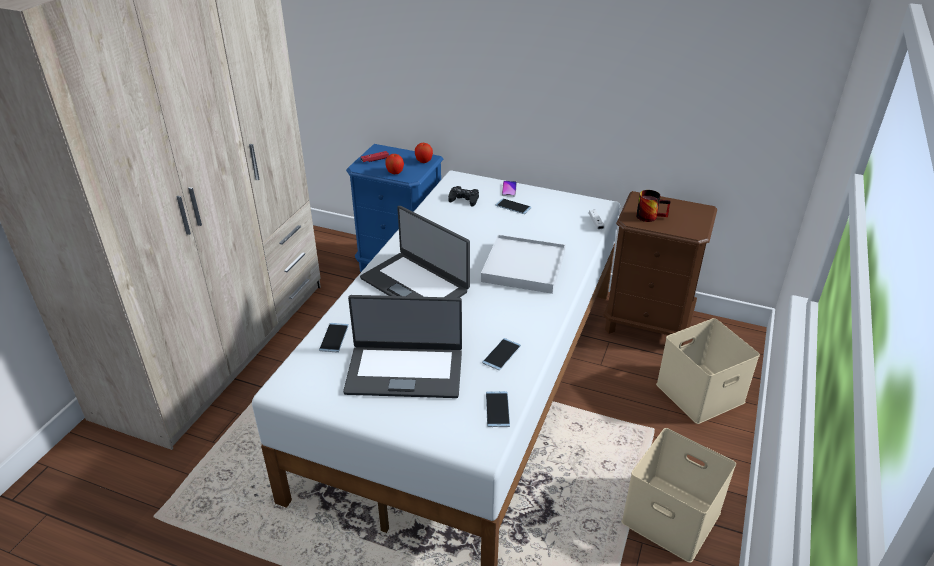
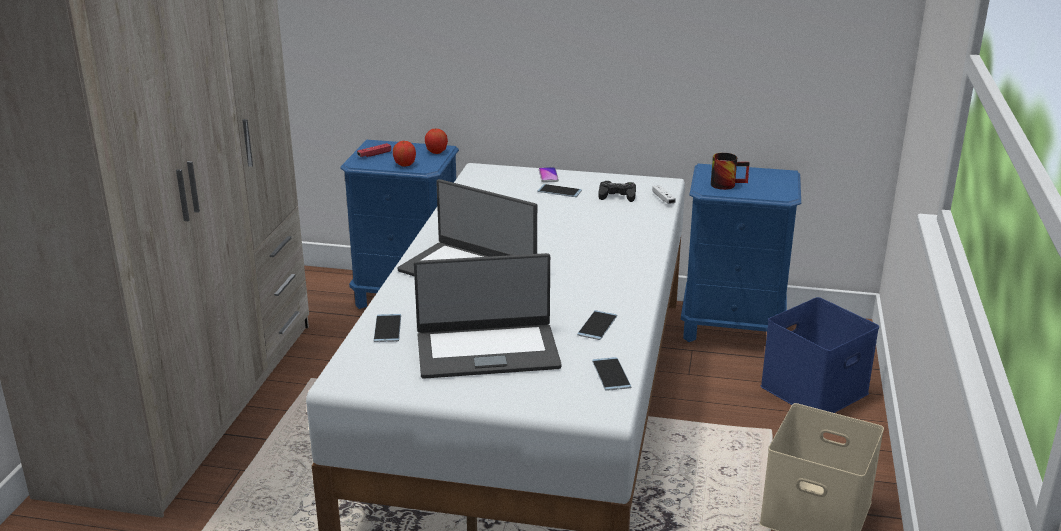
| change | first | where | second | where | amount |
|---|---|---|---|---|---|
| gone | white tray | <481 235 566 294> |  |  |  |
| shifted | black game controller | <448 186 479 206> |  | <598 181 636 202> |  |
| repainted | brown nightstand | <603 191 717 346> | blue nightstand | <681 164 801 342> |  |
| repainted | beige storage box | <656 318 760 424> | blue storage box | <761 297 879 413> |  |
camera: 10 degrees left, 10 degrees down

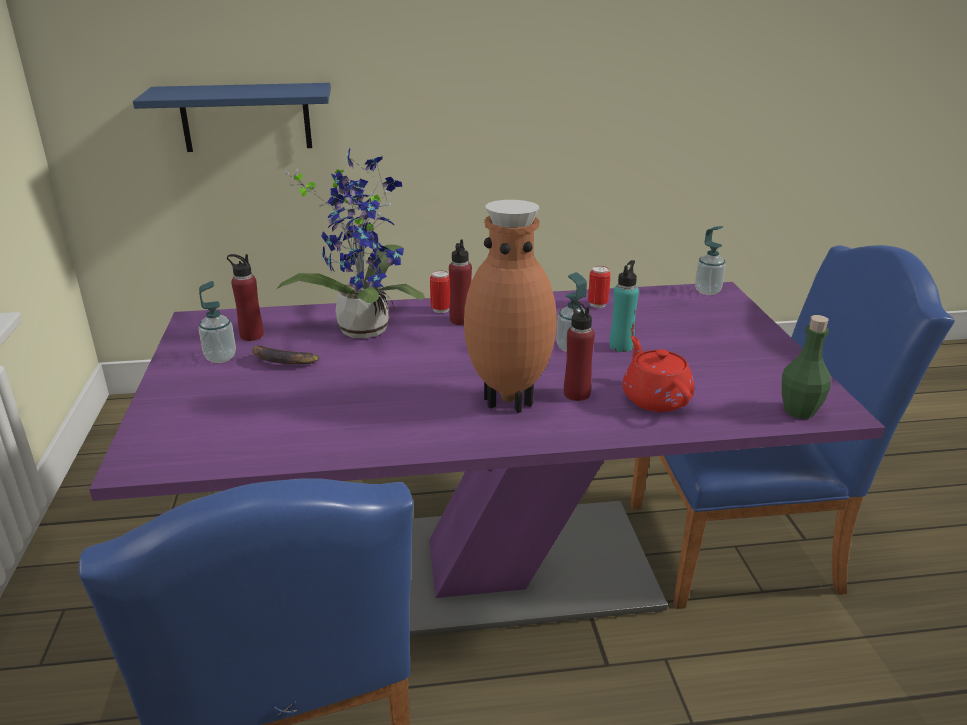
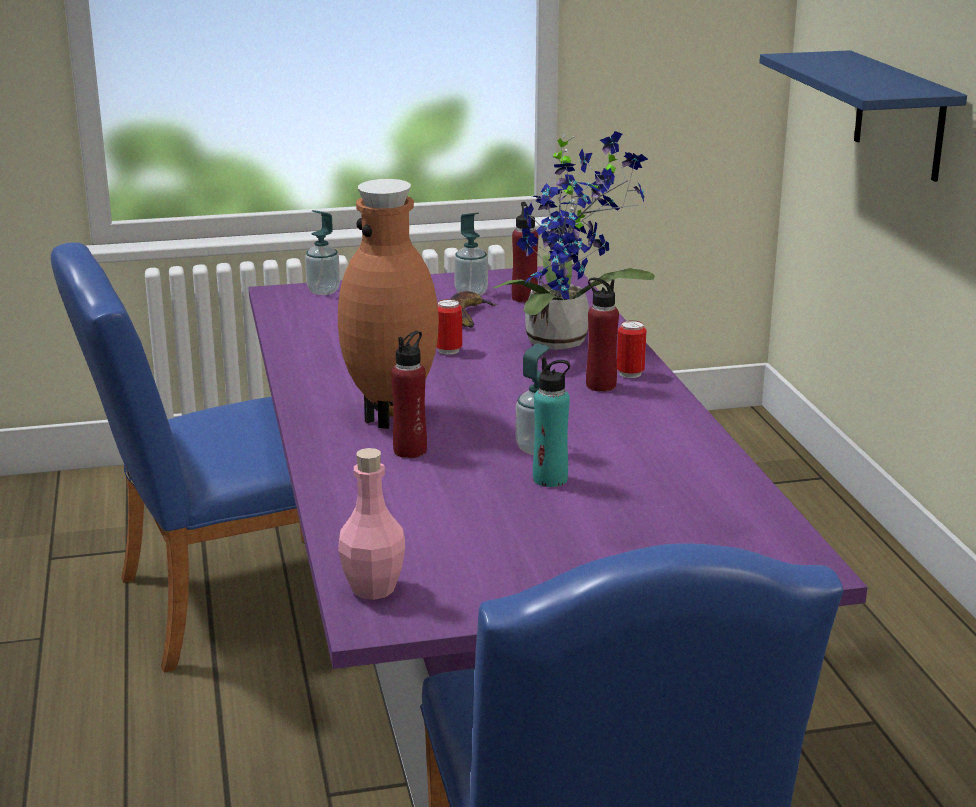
| change | first | where | second | where | amount |
|---|---|---|---|---|---|
| gone | red teapot | <622 336 694 412> |  |  |  |
| shifted | can | <588 266 611 308> |  | <437 299 462 355> |  |
| shifted | soap dispenser | <695 226 726 295> |  | <305 210 340 295> |  |
| repainted | green bottle | <782 315 831 419> | pink bottle | <338 448 405 600> |  |
camera: 85 degrees right, 5 degrees down

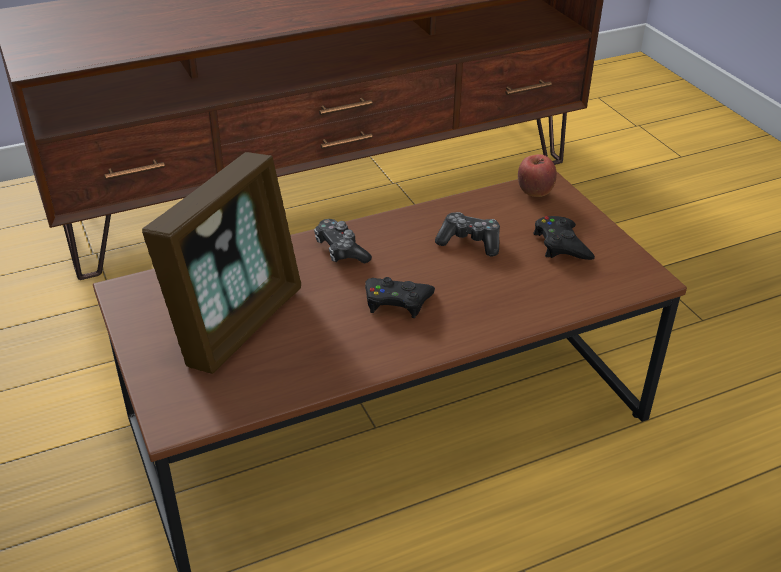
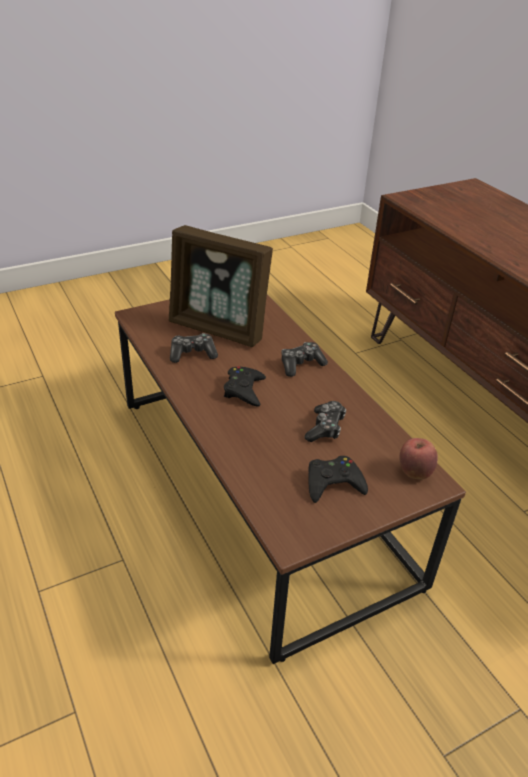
| change | first | where | second | where | amount |
|---|---|---|---|---|---|
| new |  |  | game controller | <170 333 218 363> |  |
camera: 85 degrees right, 0 degrees up

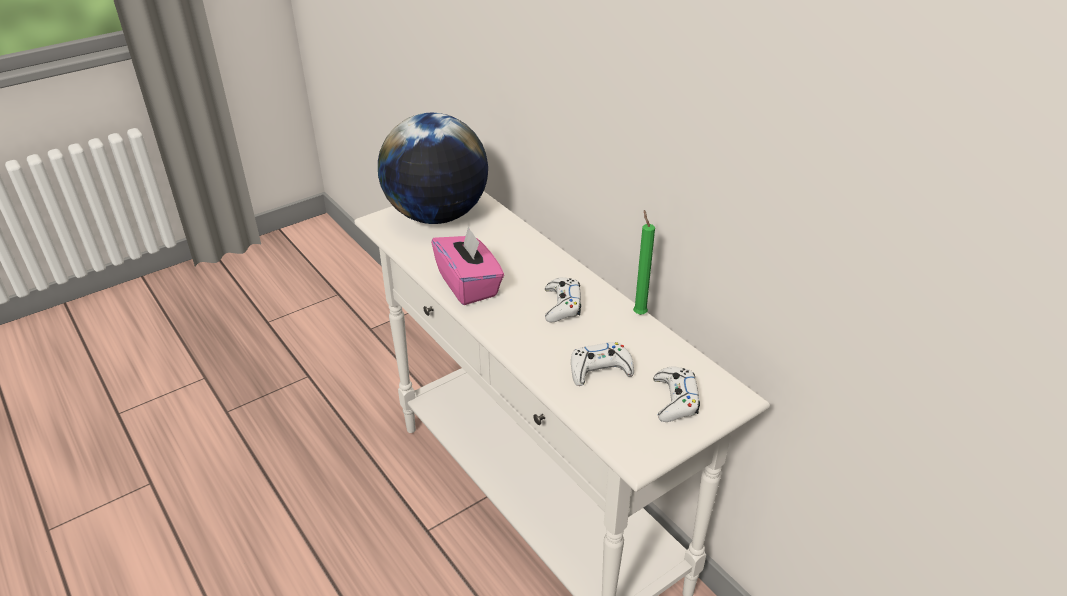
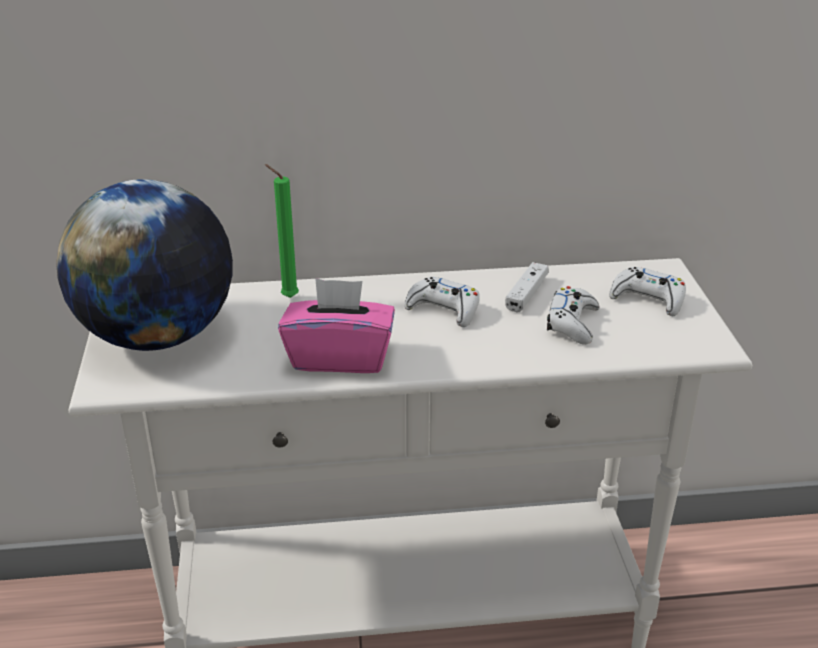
| change | first | where | second | where | amount |
|---|---|---|---|---|---|
| new |  |  | white game controller | <505 262 549 312> |  |
| shifted | green candle | <633 210 655 315> |  | <265 164 299 298> |  |
camera: 60 degrees left, 5 degrees down

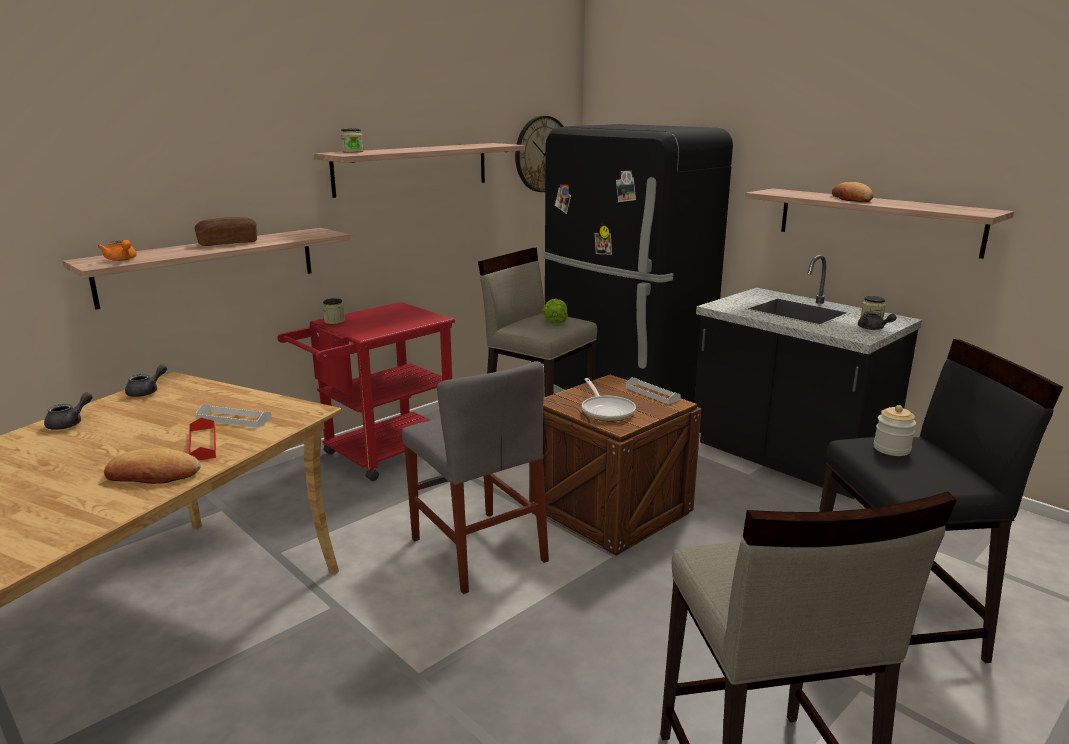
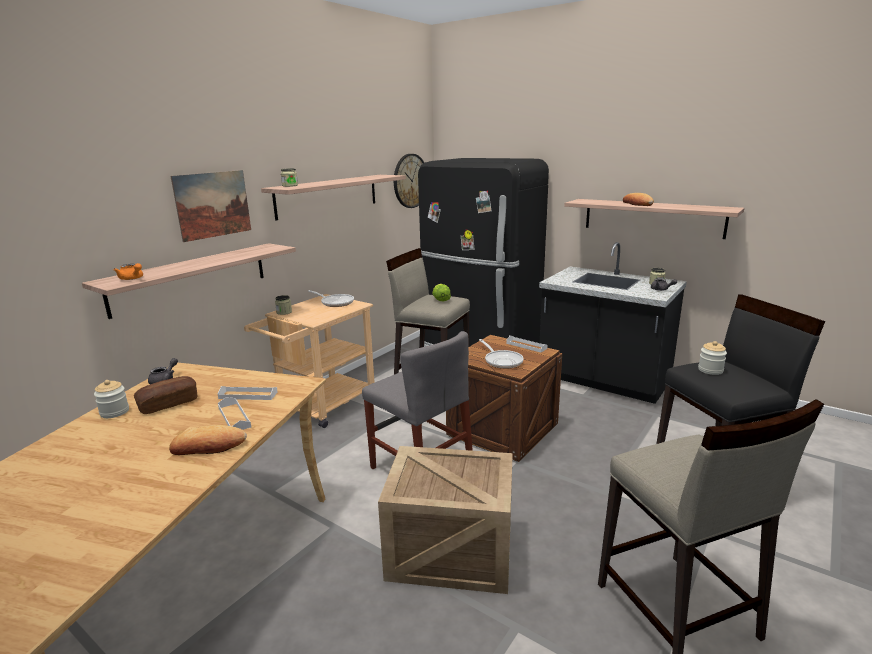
| change | first | where | second | where | amount |
|---|---|---|---|---|---|
| new |  |  | picture | <171 170 251 242> |  |
| new |  |  | frying pan | <308 290 354 307> |  |
| new |  |  | crate | <378 446 513 594> |  |
| shifted | bread | <194 217 257 246> |  | <134 376 198 414> |  |
| swapped | grey teapot | <44 392 93 430> | jar | <94 380 129 418> |  |
| repainted | red tray | <188 418 216 460> | white tray | <218 397 251 430> |  |
| repainted | red cart | <277 302 455 481> | beige cart | <244 294 375 428> |  |
camera: 10 degrees left, 0 degrees up

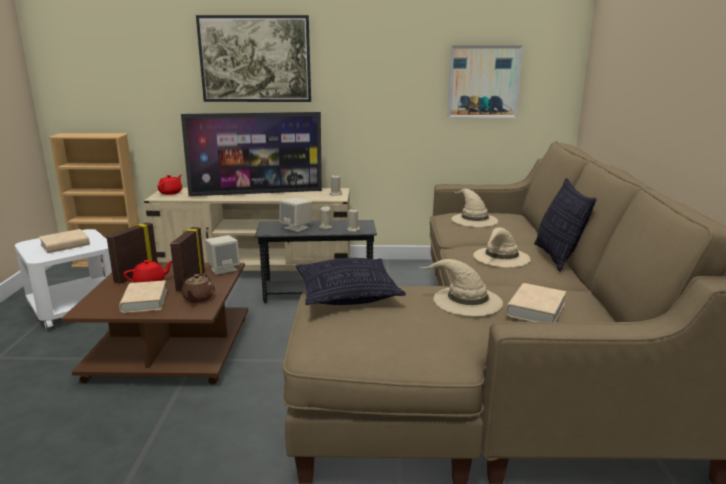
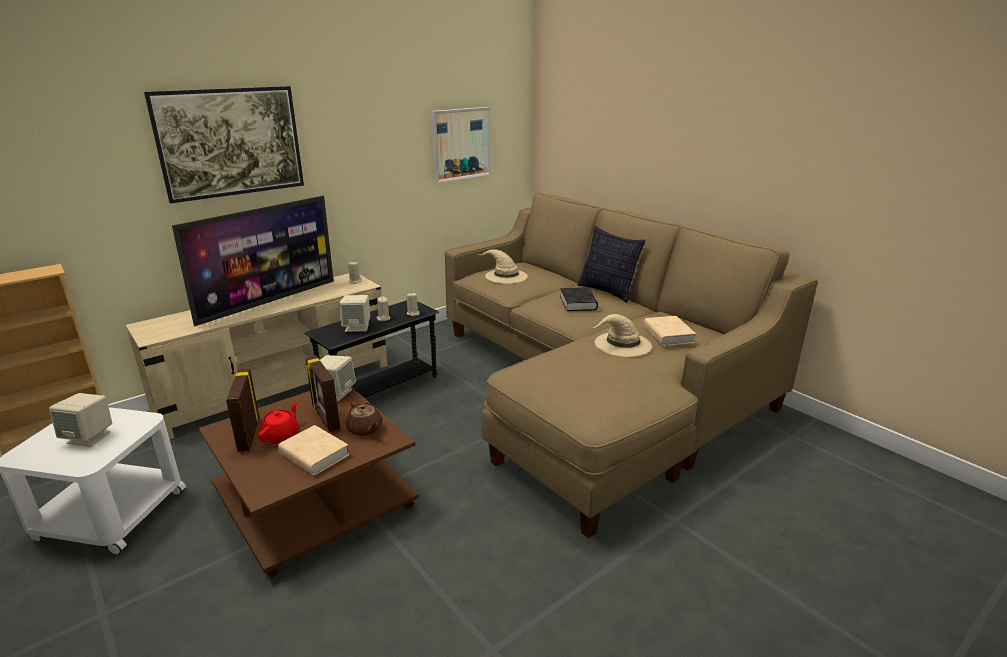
| change | first | where | second | where | amount |
|---|---|---|---|---|---|
| gone | red teapot | <157 175 182 195> |  |  |  |
| gone | pillow | <296 258 406 305> |  |  |  |
| swapped | beige book | <39 229 90 253> | beige speaker | <49 393 112 447> |  |
| swapped | beige hat | <473 228 531 267> | black book | <560 287 598 311> |  |
camera: 40 degrees left, 5 degrees up

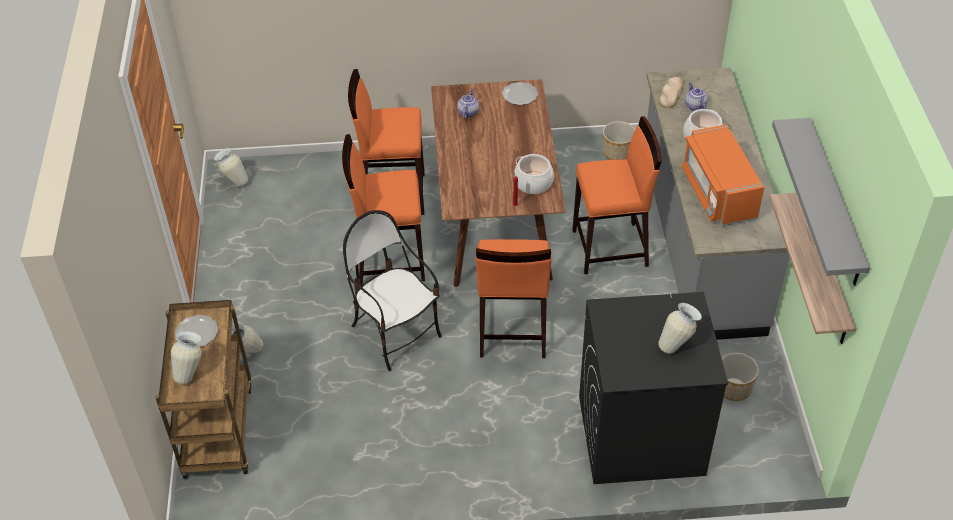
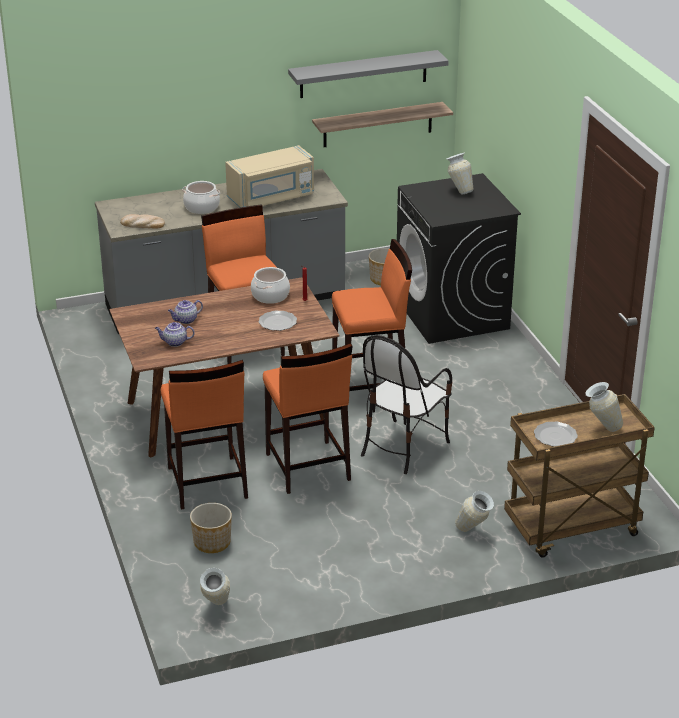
| change | first | where | second | where | amount |
|---|---|---|---|---|---|
| shifted | plate | <502 82 538 105> |  | <259 311 297 331> |  |
| shifted | planter | <603 121 635 160> |  | <190 503 232 553> |  |
| shifted | teapot | <685 83 708 111> |  | <168 300 203 324> |  |
| repainted | orange microwave | <681 124 764 226> | beige microwave | <225 145 314 208> |  |
camera: 105 degrees left, 15 degrees down

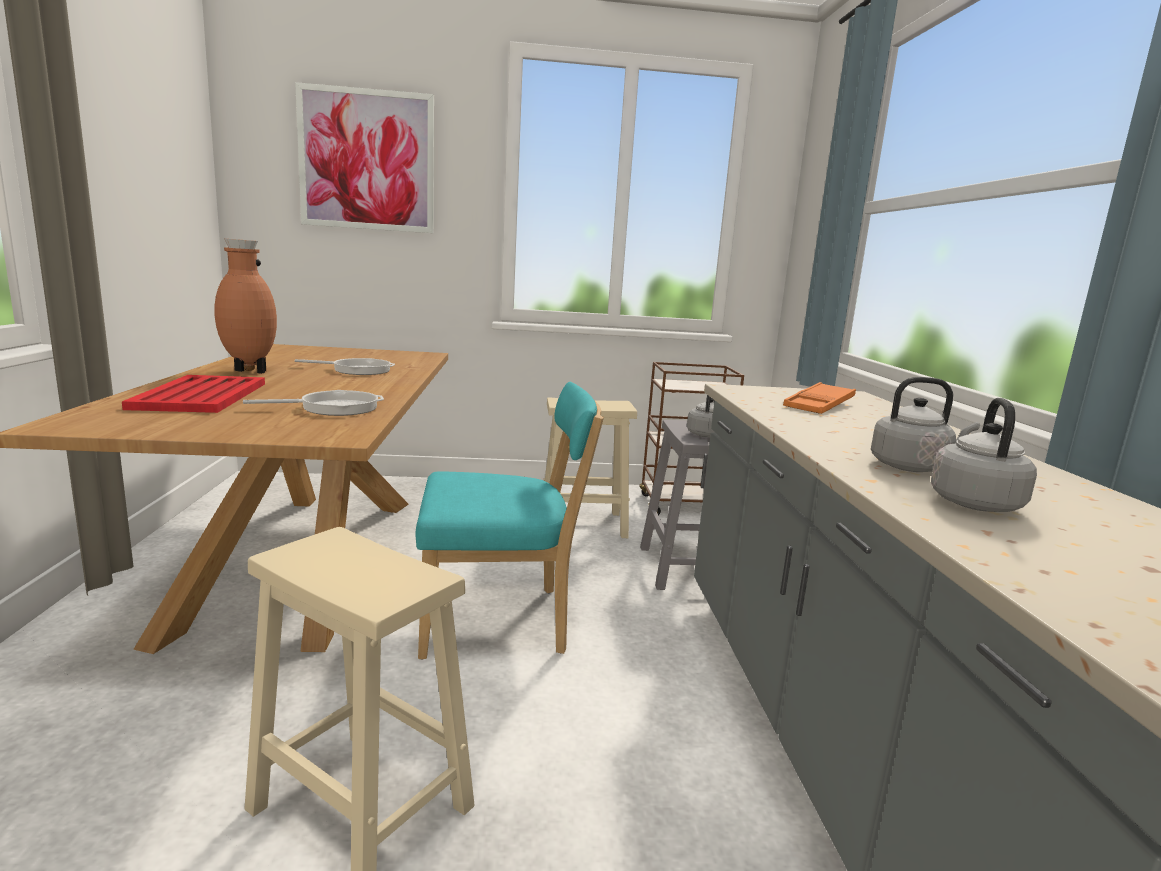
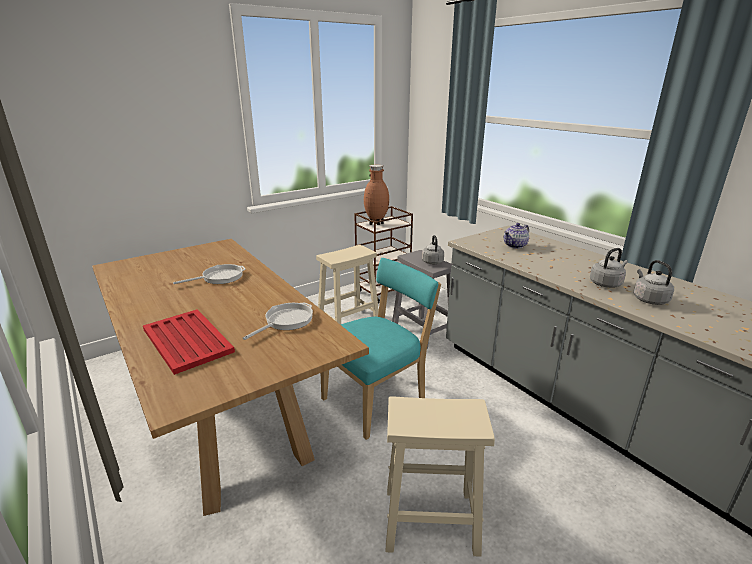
| change | first | where | second | where | amount |
|---|---|---|---|---|---|
| gone | picture | <295 82 434 233> |  |  |  |
| shifted | brown vase | <214 239 277 374> |  | <364 165 389 225> |  |
| swapped | orange tray | <783 382 856 414> | teapot | <504 223 529 249> |  |
camera: 30 degrees left, 10 degrees up

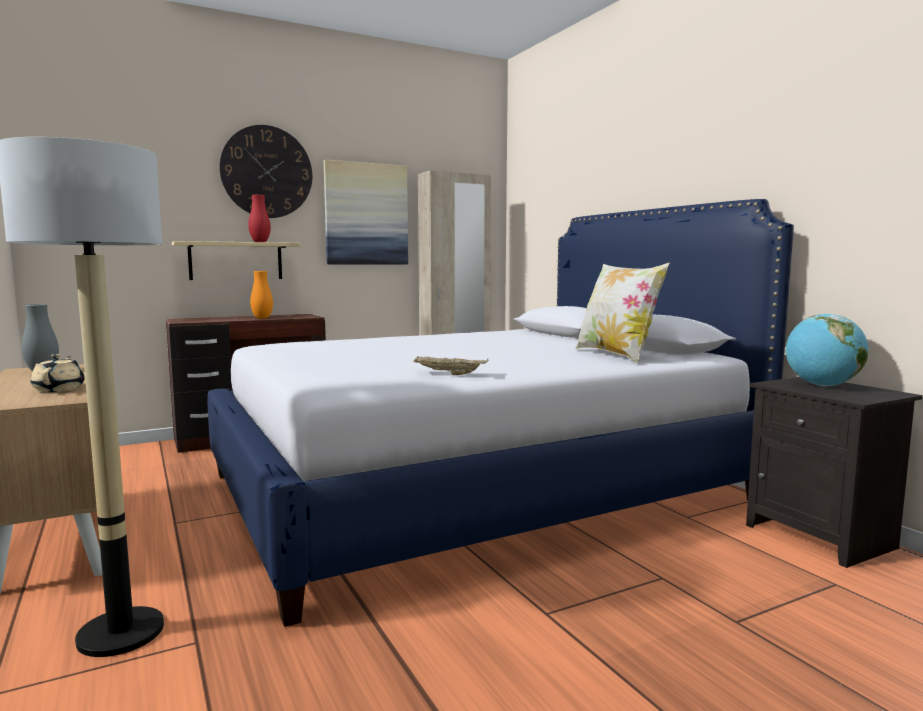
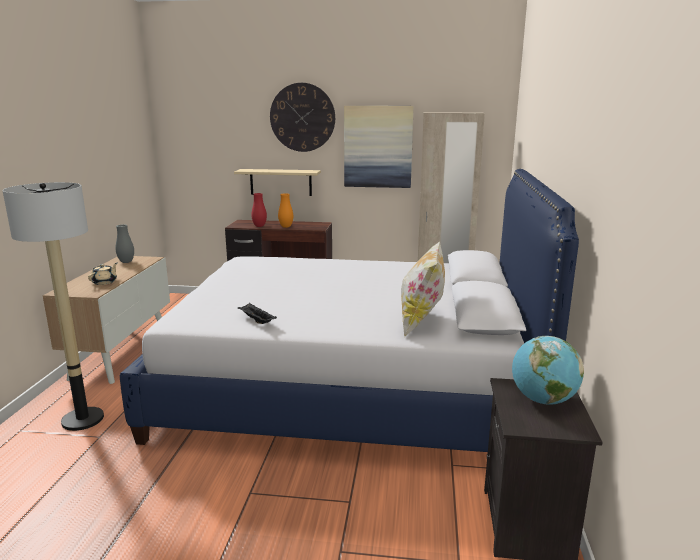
| change | first | where | second | where | amount |
|---|---|---|---|---|---|
| shifted | red vase | <248 195 271 242> |  | <251 193 267 227> |  |
| repainted | beige tray | <413 357 488 375> | black tray | <238 303 277 324> |  |
camera: 35 degrees right, 10 degrees up

